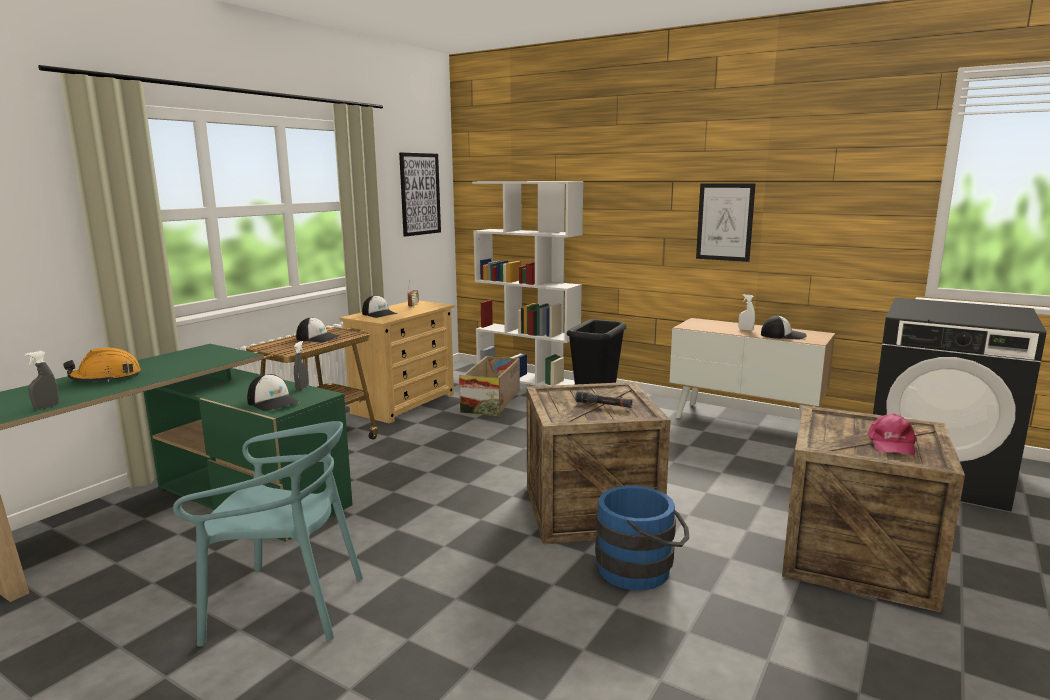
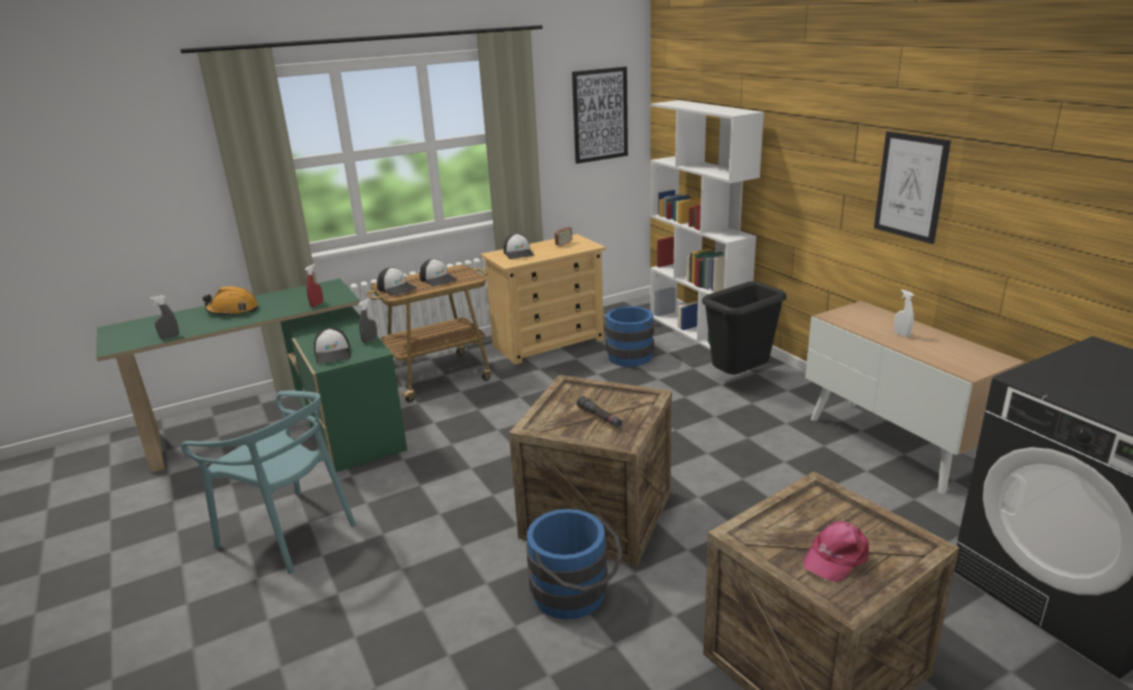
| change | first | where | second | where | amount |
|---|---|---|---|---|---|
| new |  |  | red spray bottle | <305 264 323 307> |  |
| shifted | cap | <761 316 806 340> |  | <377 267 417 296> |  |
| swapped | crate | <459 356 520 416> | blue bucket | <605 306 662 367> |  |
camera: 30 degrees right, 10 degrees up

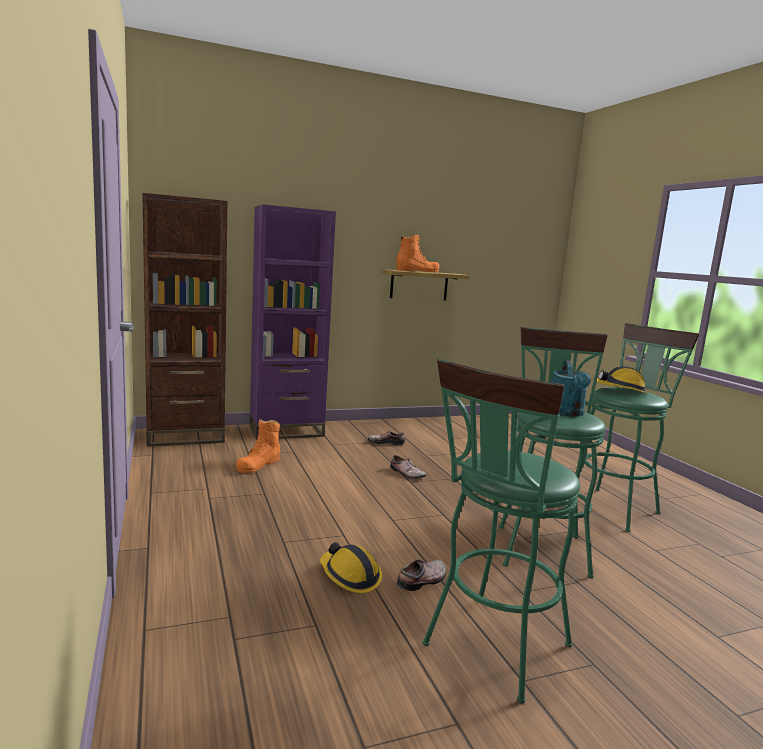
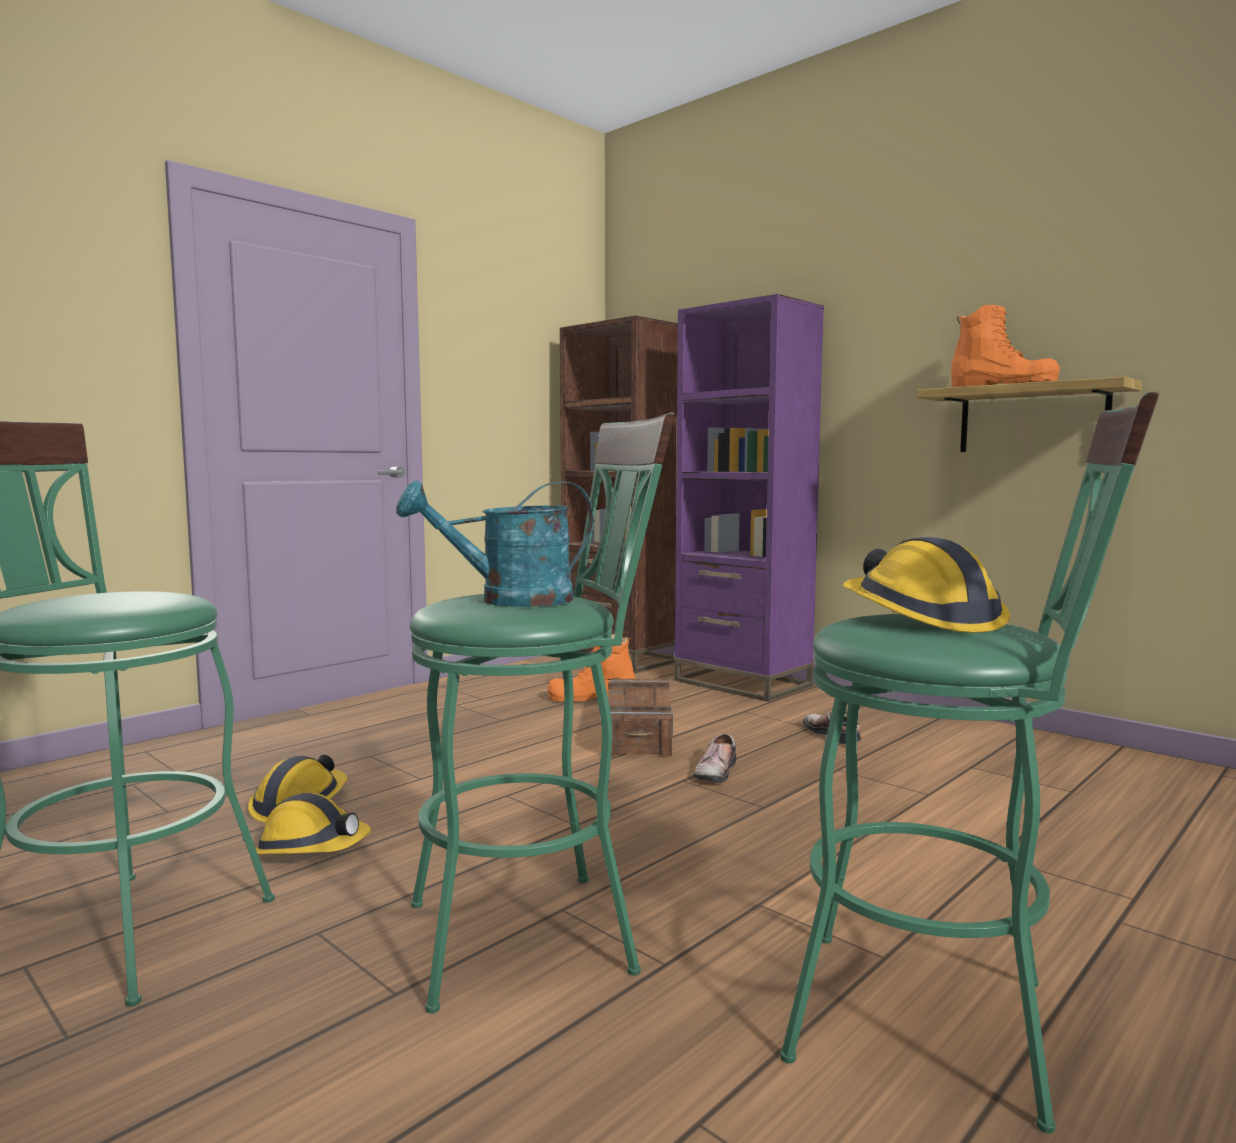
| change | first | where | second | where | amount |
|---|---|---|---|---|---|
| new |  |  | crate | <608 678 673 758> |  |
| swapped | shoe | <397 559 446 591> | hard hat | <256 793 371 855> |  |
camera: 65 degrees right, 5 degrees down

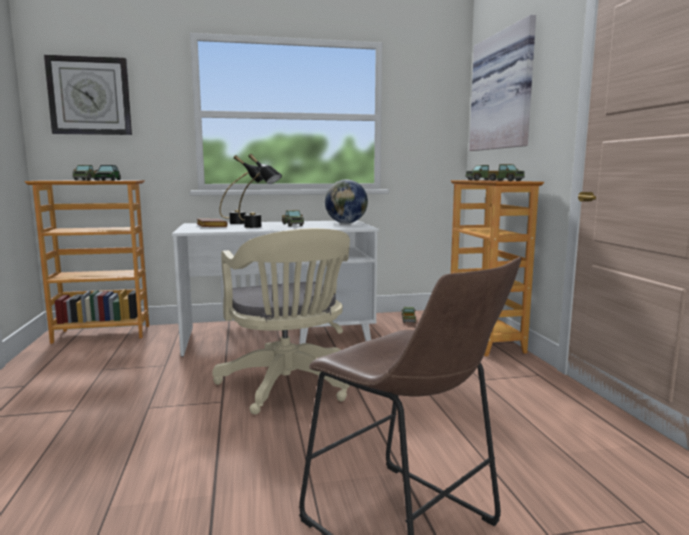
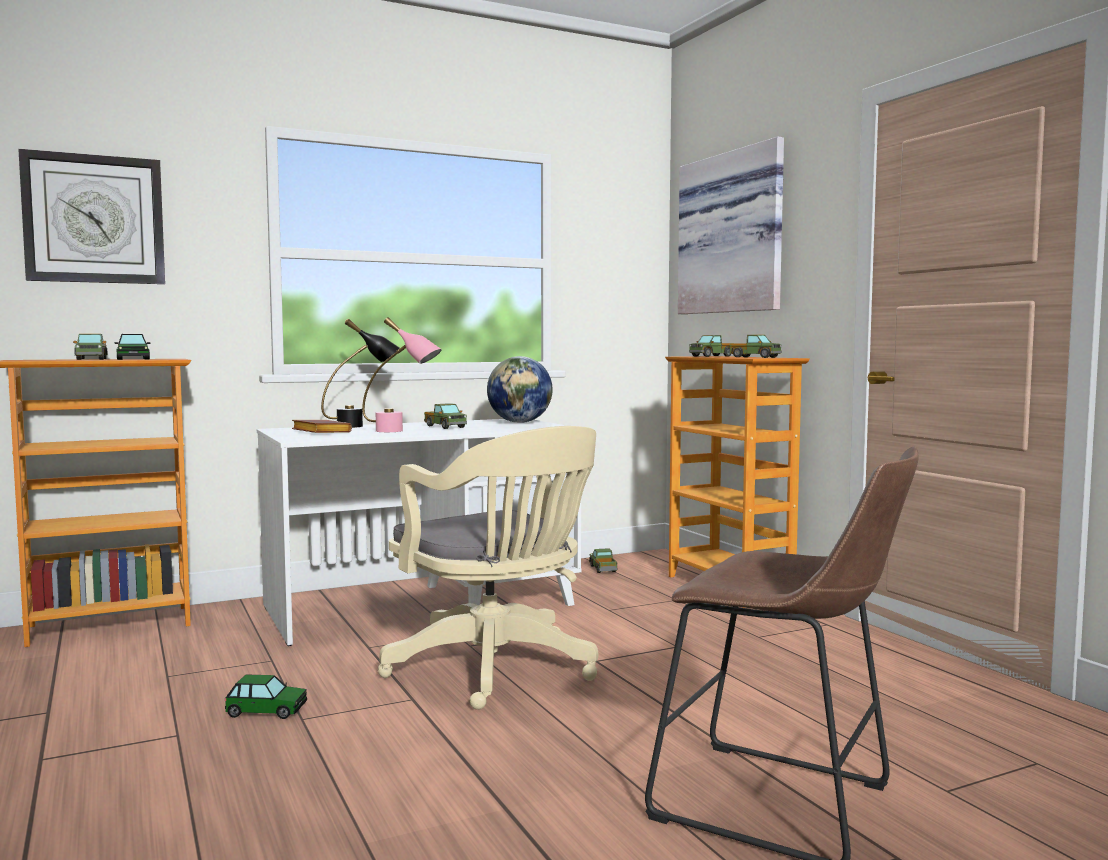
| change | first | where | second | where | amount |
|---|---|---|---|---|---|
| new |  |  | toy car | <225 675 307 719> |  |
| repainted | black table lamp | <238 154 282 228> | pink table lamp | <362 317 442 432> |  |
camera: 15 degrees left, 5 degrees down

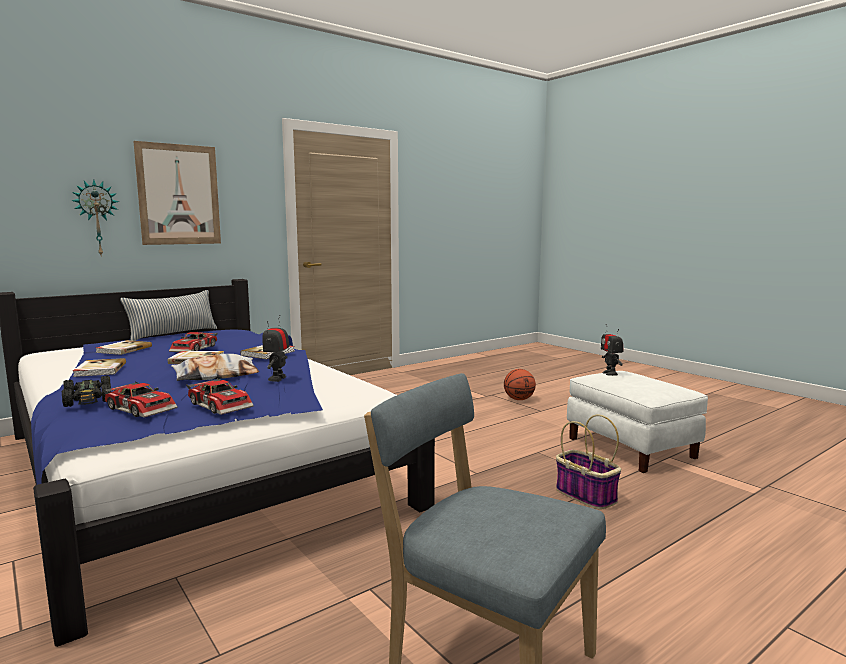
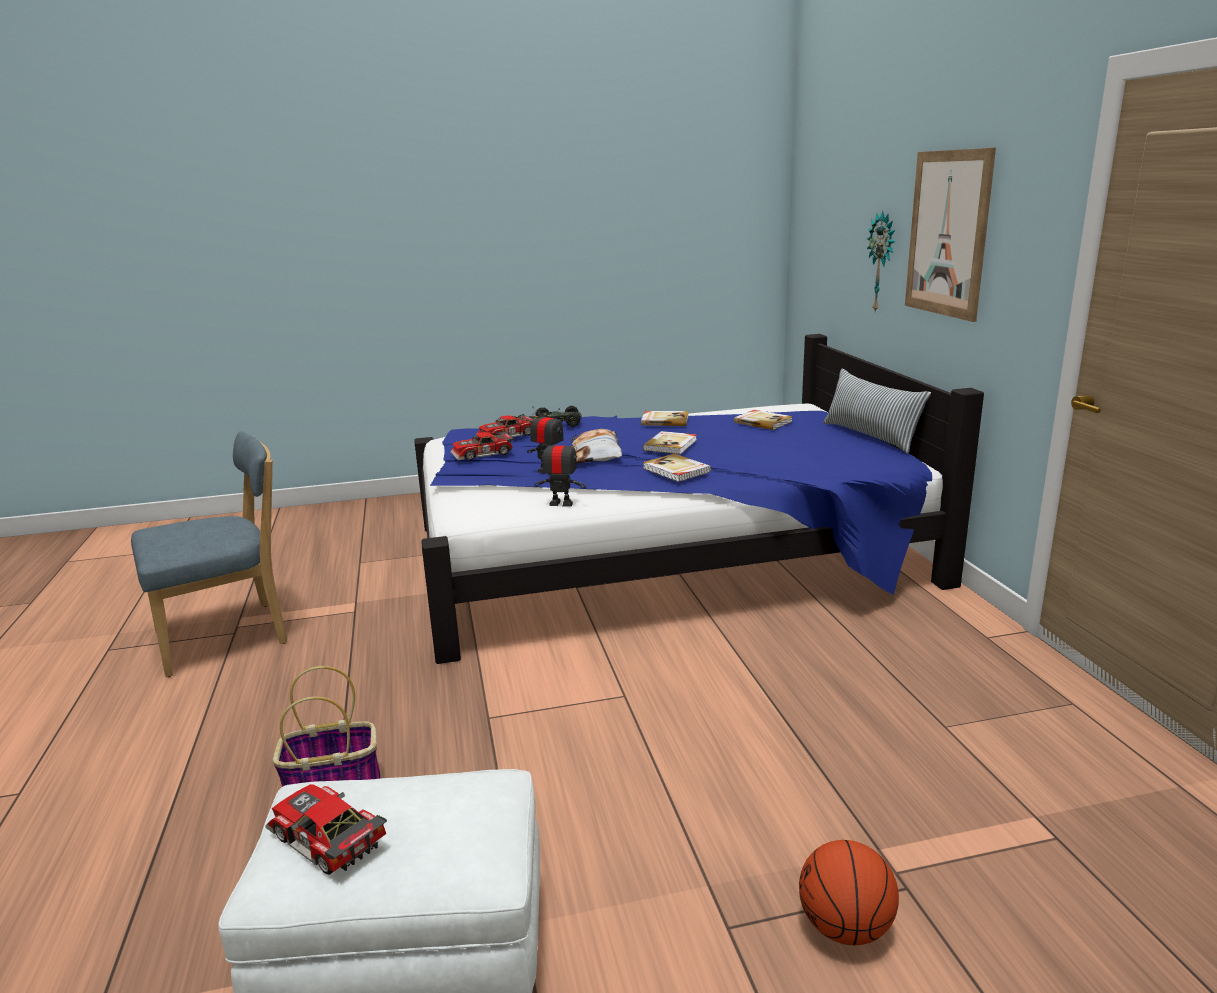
| change | first | where | second | where | amount |
|---|---|---|---|---|---|
| shifted | toy car | <169 332 218 352> |  | <265 784 387 875> |  |
| shifted | toy robot | <601 324 623 376> |  | <534 434 586 507> |  |
camera: 115 degrees right, 10 degrees up

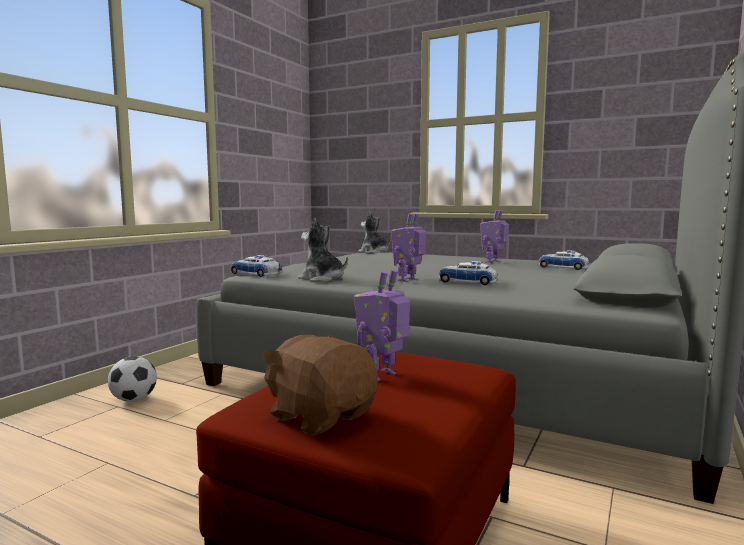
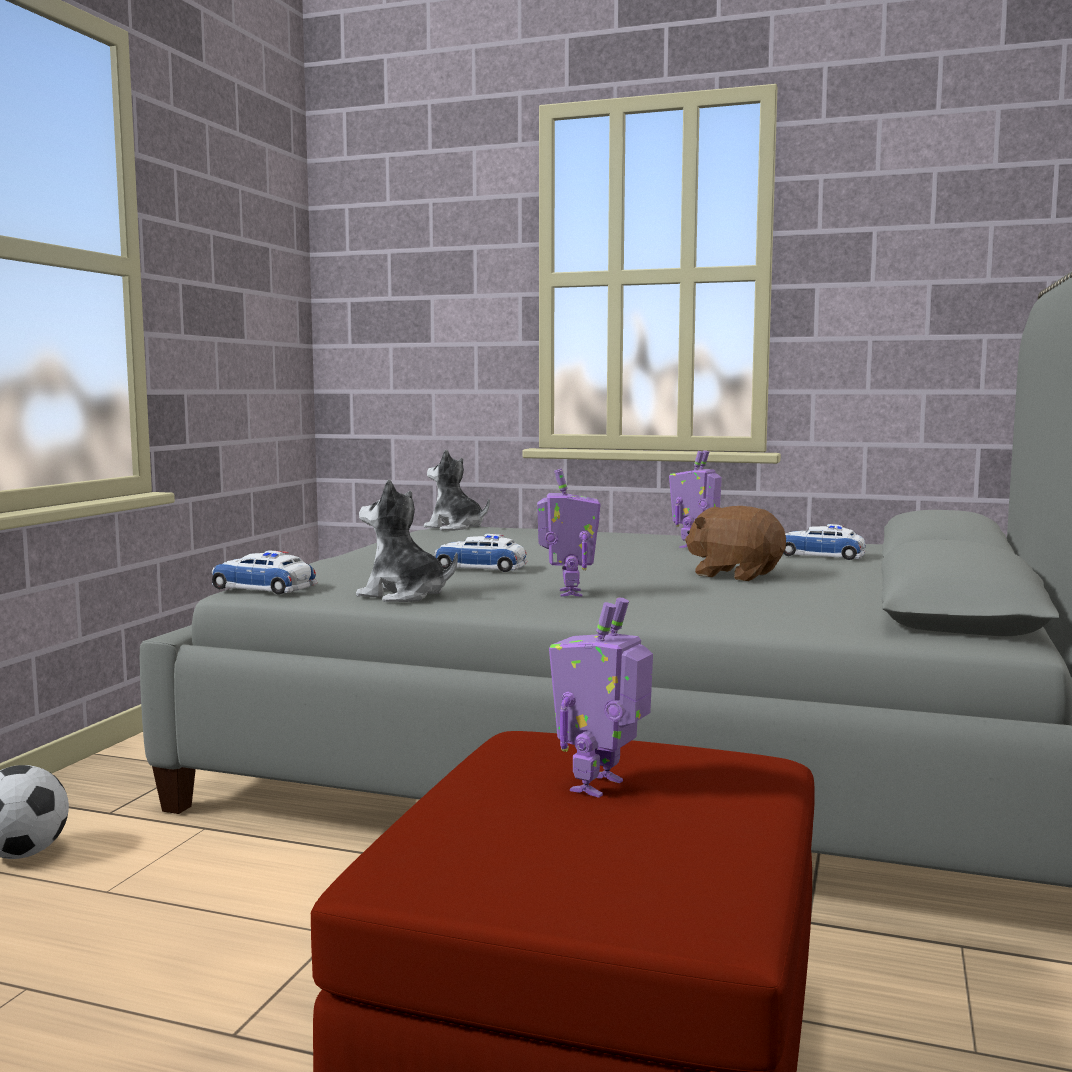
| change | first | where | second | where | amount |
|---|---|---|---|---|---|
| shifted | brown plush toy | <261 335 378 436> |  | <685 506 786 581> |  |
| shifted | toy car | <439 261 497 285> |  | <434 534 527 572> |  |
| rotated | toy robot | <391 213 426 282> |  | <537 469 601 597> | 150 degrees clockwise |
camera: 10 degrees left, 0 degrees up

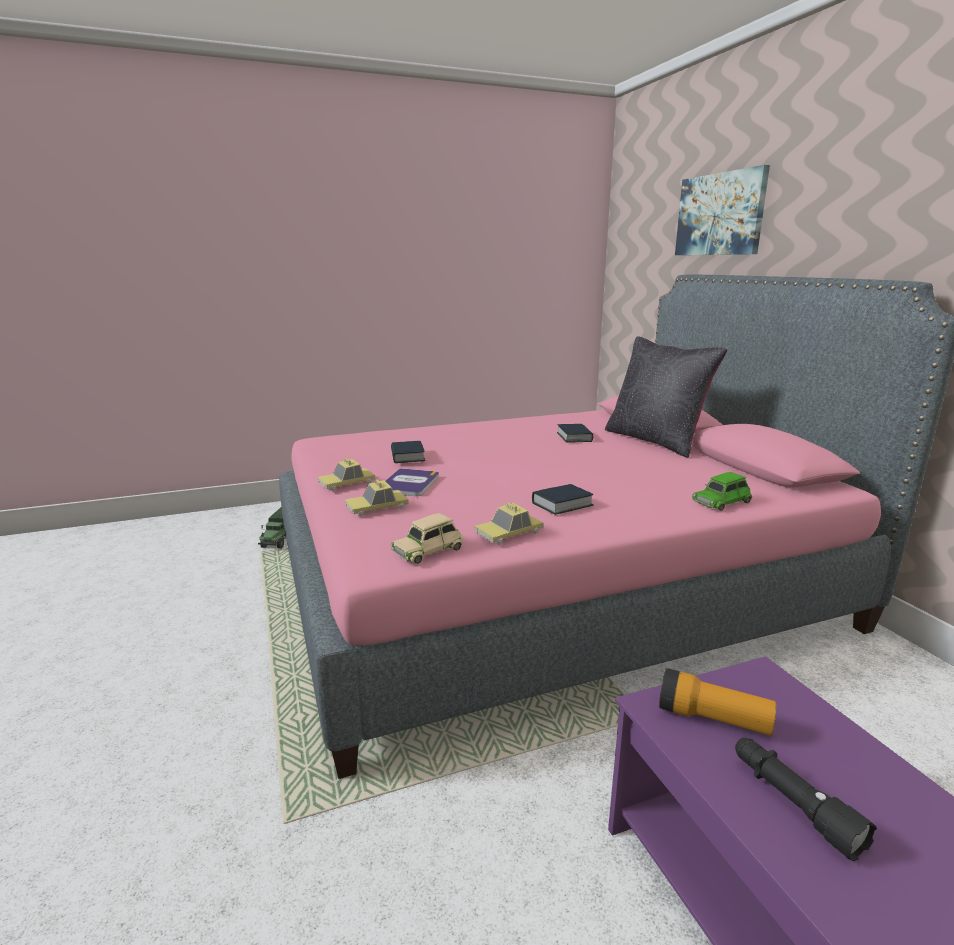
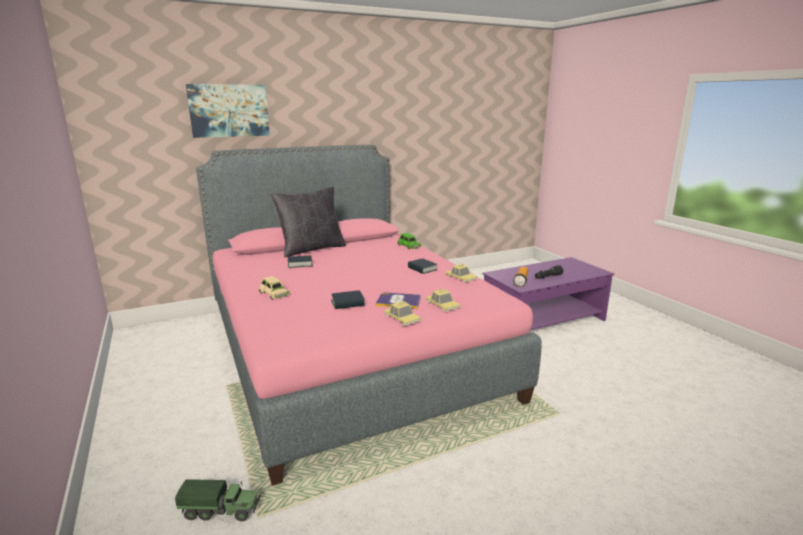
| change | first | where | second | where | amount |
|---|---|---|---|---|---|
| shifted | beige toy car | <391 513 463 564> |  | <258 276 290 300> |  |
camera: 95 degrees left, 0 degrees up

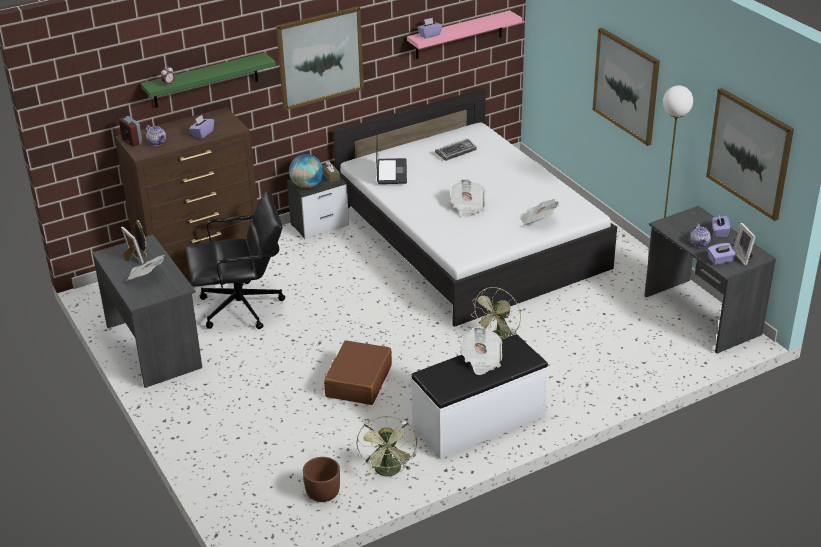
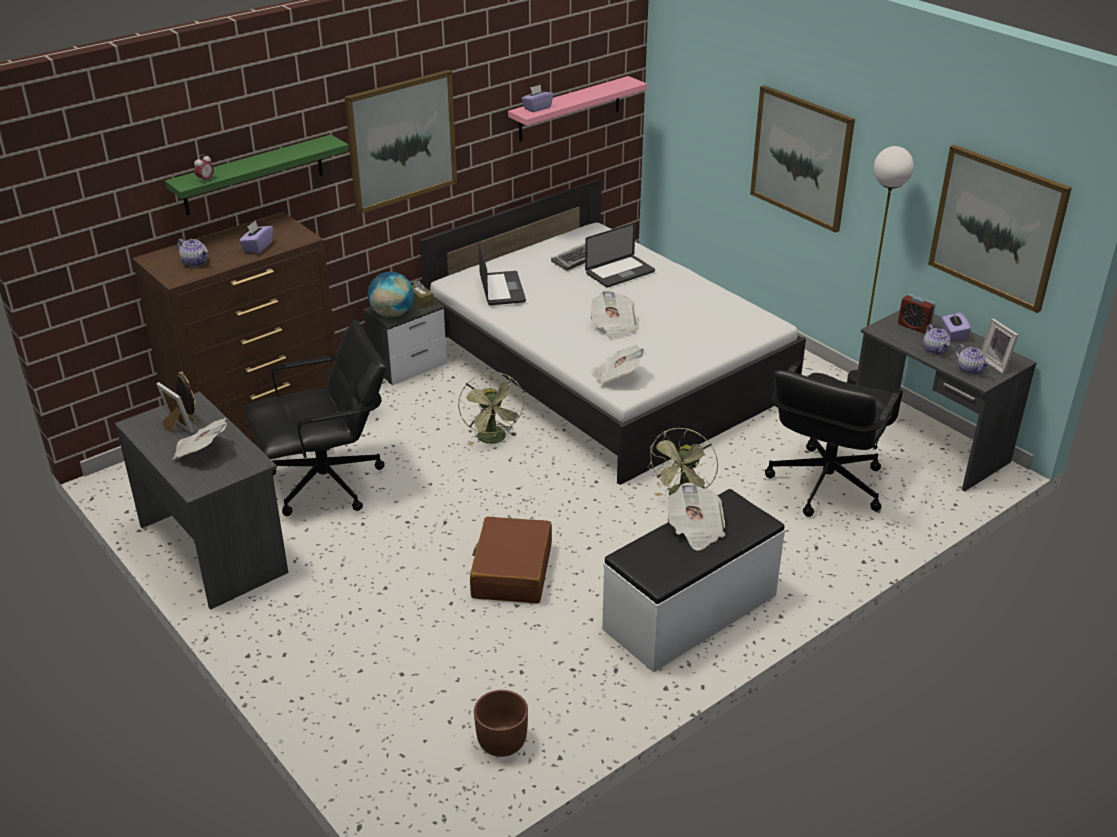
| change | first | where | second | where | amount |
|---|---|---|---|---|---|
| new |  |  | laptop | <585 223 655 288> |  |
| new |  |  | black office chair | <765 361 903 517> |  |
| shifted | alarm clock | <119 116 143 147> |  | <898 294 936 333> |  |
| shifted | green fan | <356 416 417 476> |  | <458 372 524 445> |  |
| shifted | newspaper | <520 199 559 225> |  | <591 345 646 384> |  |
| swapped | purple tissue box | <708 243 737 265> | teapot | <955 344 990 374> |  |
camera: 10 degrees left, 0 degrees up

